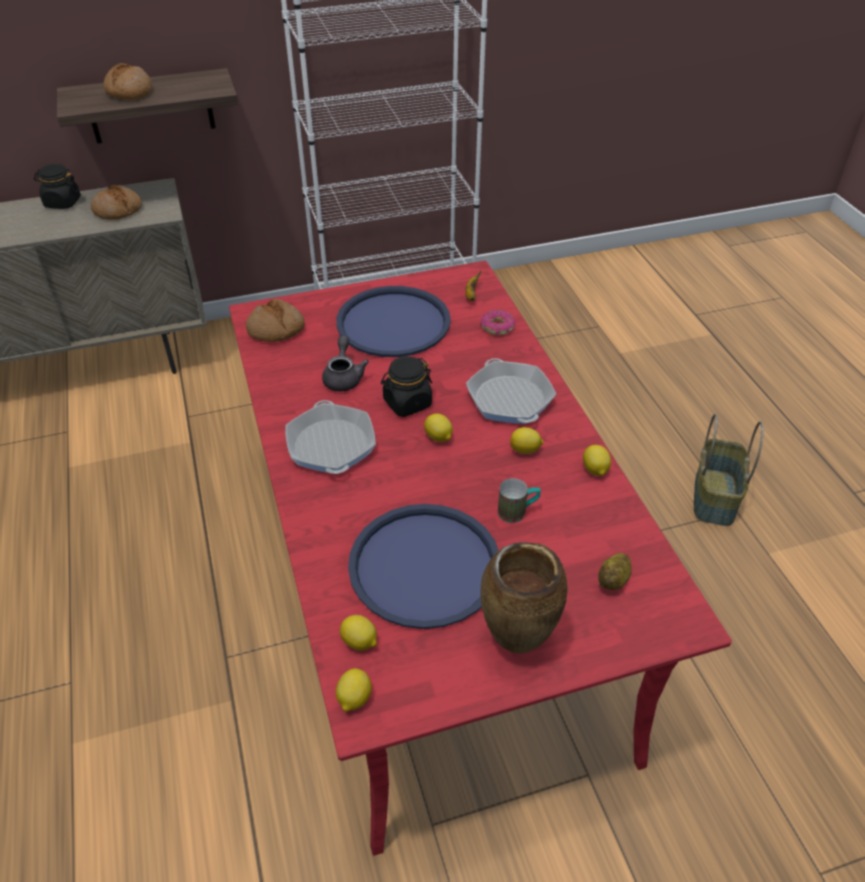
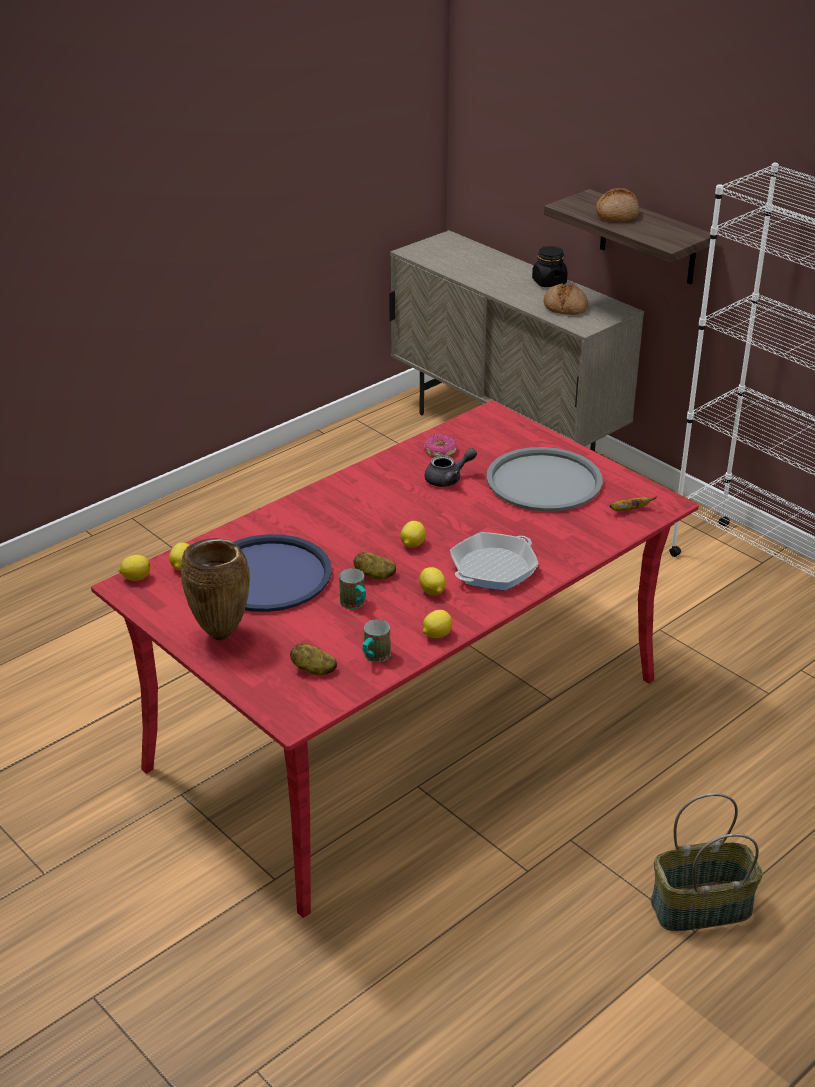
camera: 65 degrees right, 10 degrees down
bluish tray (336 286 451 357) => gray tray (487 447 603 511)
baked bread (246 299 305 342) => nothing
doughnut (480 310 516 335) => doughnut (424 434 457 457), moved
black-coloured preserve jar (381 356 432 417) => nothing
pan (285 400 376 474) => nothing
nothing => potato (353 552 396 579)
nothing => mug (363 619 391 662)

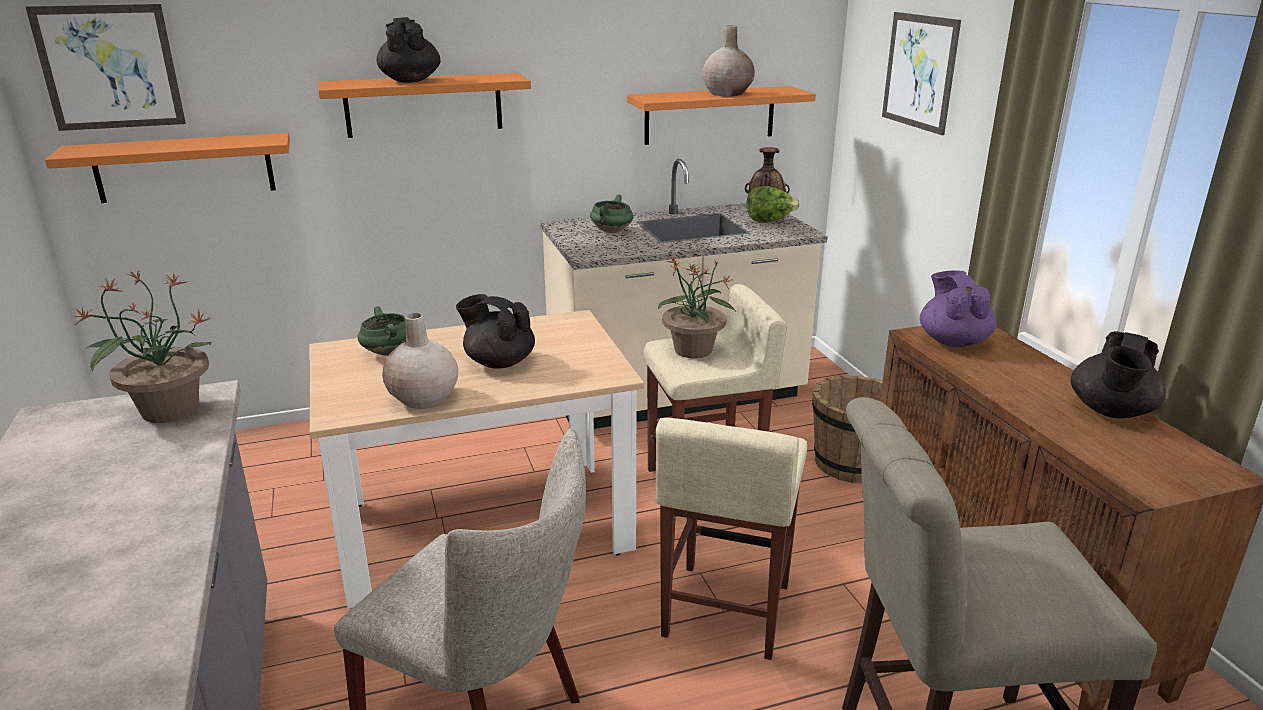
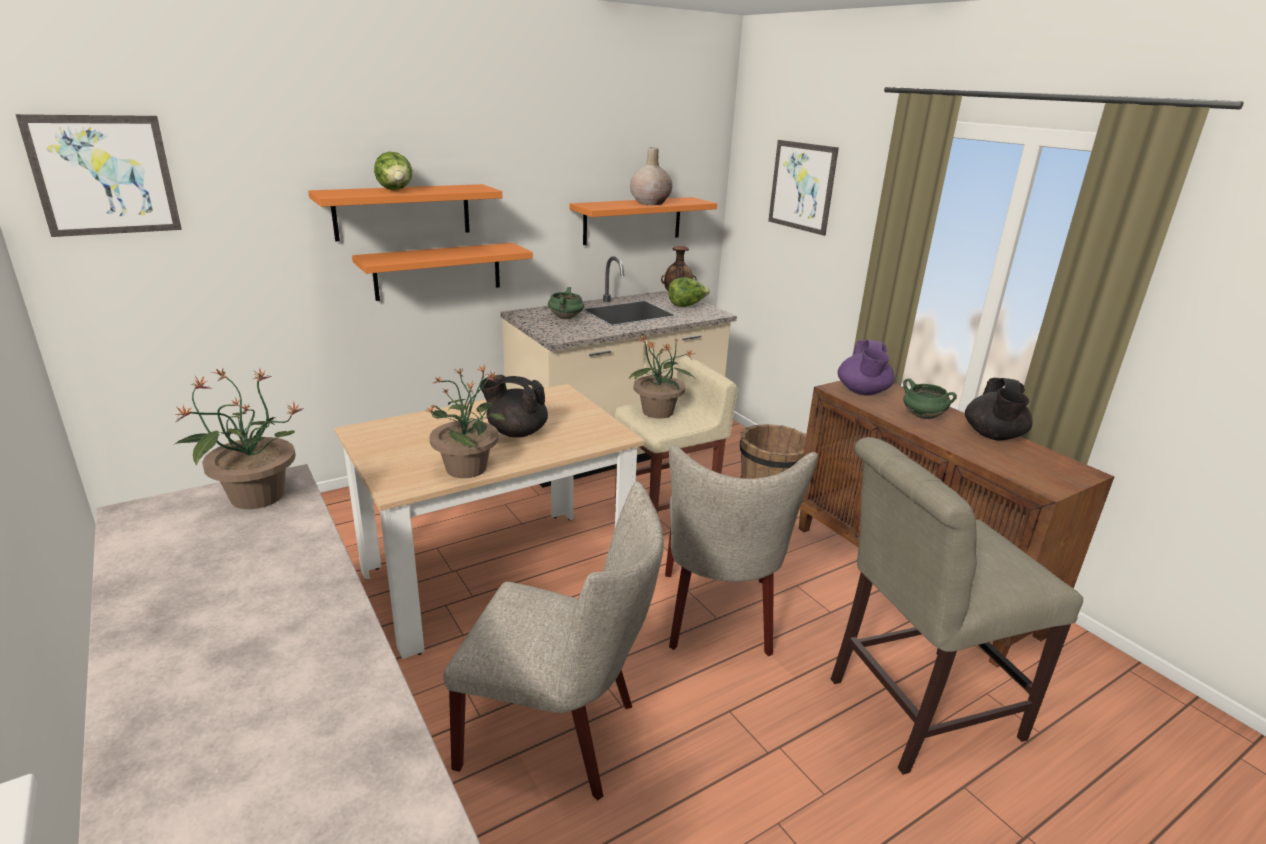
camera: 15 degrees left, 0 degrees up
black-coloured pot for tea (376 17 441 83) => lettuce head (374 152 412 190)
orange-coloured bracket shelf (45 133 290 203) => orange-coloured bracket shelf (352 243 533 301), moved
purple pot for tea (920 270 996 347) => purple pot for tea (838 340 895 396), 150 degrees counterclockwise
green saucepot (357 306 406 356) => green saucepot (903 378 957 419), moved
beige-coloured flower vase (382 313 458 409) => potted plant (425 365 507 478)
beige-coloured stool seat (655 418 807 660) => beige-coloured plain chair (665 445 818 656)

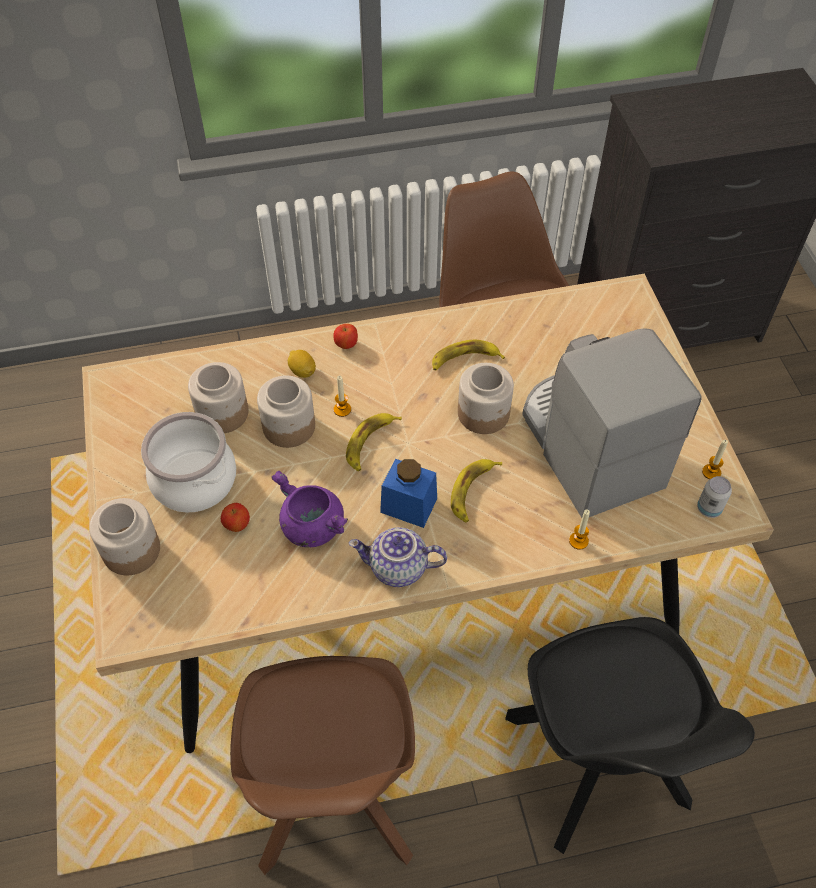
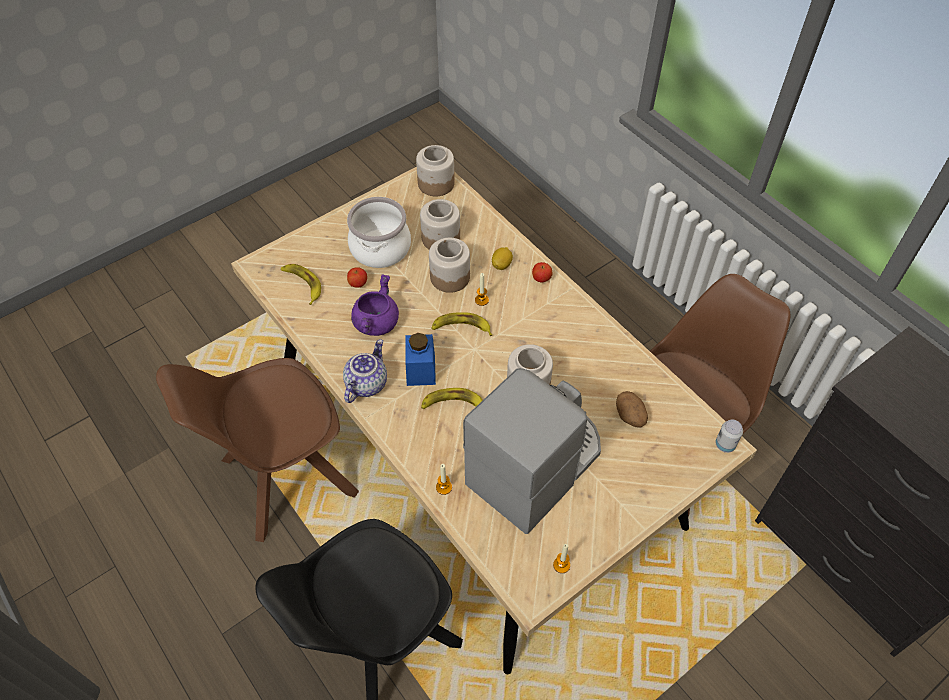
camera: 65 degrees right, 0 degrees up
banana fruit (432 340 505 370) => banana fruit (281 264 321 305), moved
sealed can (697 476 732 518) => sealed can (715 420 743 453), moved
preserve jar (89 498 160 575) => preserve jar (416 145 455 196), moved
pot for tea (349 527 447 587) => pot for tea (343 339 387 403), 45 degrees clockwise
nothing => potato (616 391 648 427)

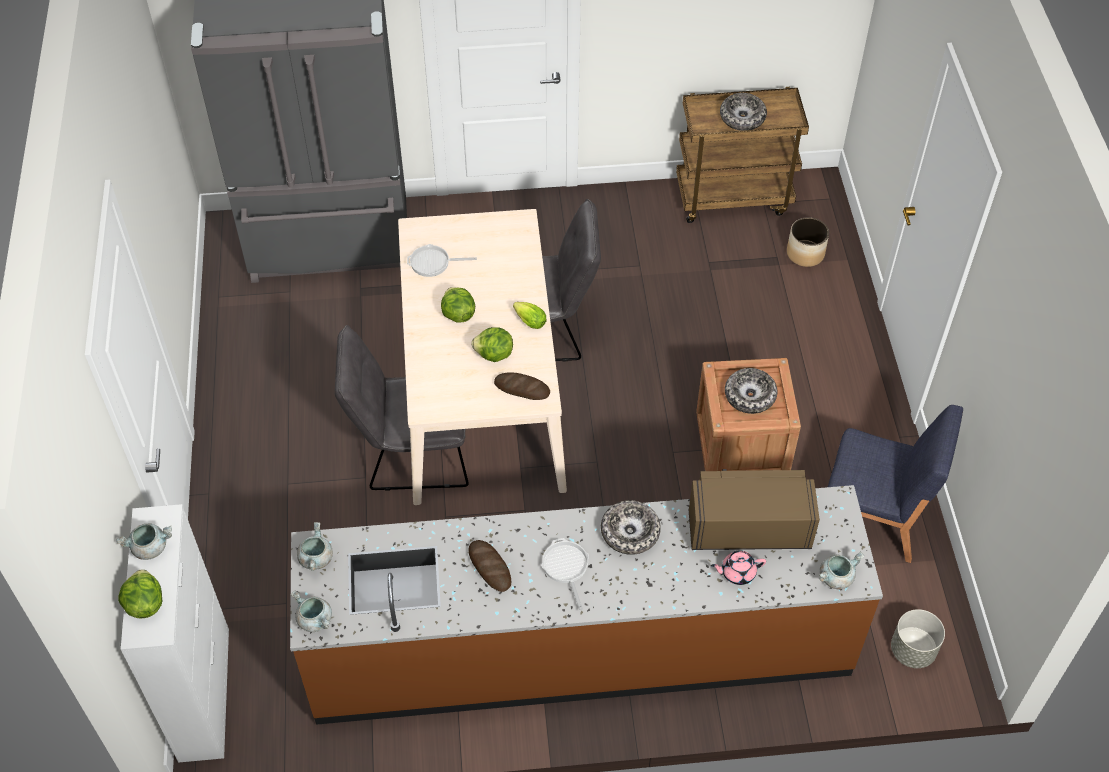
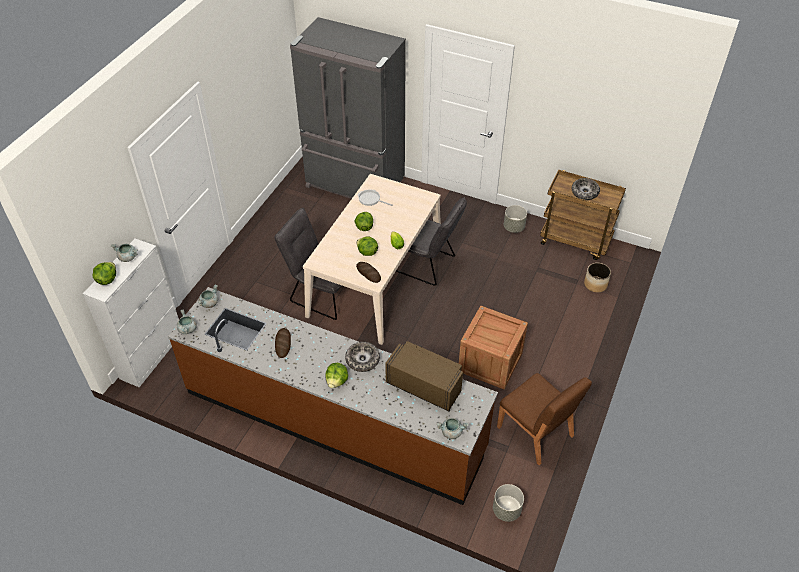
camera: 30 degrees right, 5 degrees down
deep dish (725 368 777 414) => nothing
bluish plain chair (828 405 963 563) => brown-coloured plain chair (497 373 592 465)
pan (541 538 589 610) => nothing
pinkish pot for tea (711 550 766 585) => nothing
nothing => gray plant pot (504 205 527 233)
nothing => lettuce head (325 363 348 388)

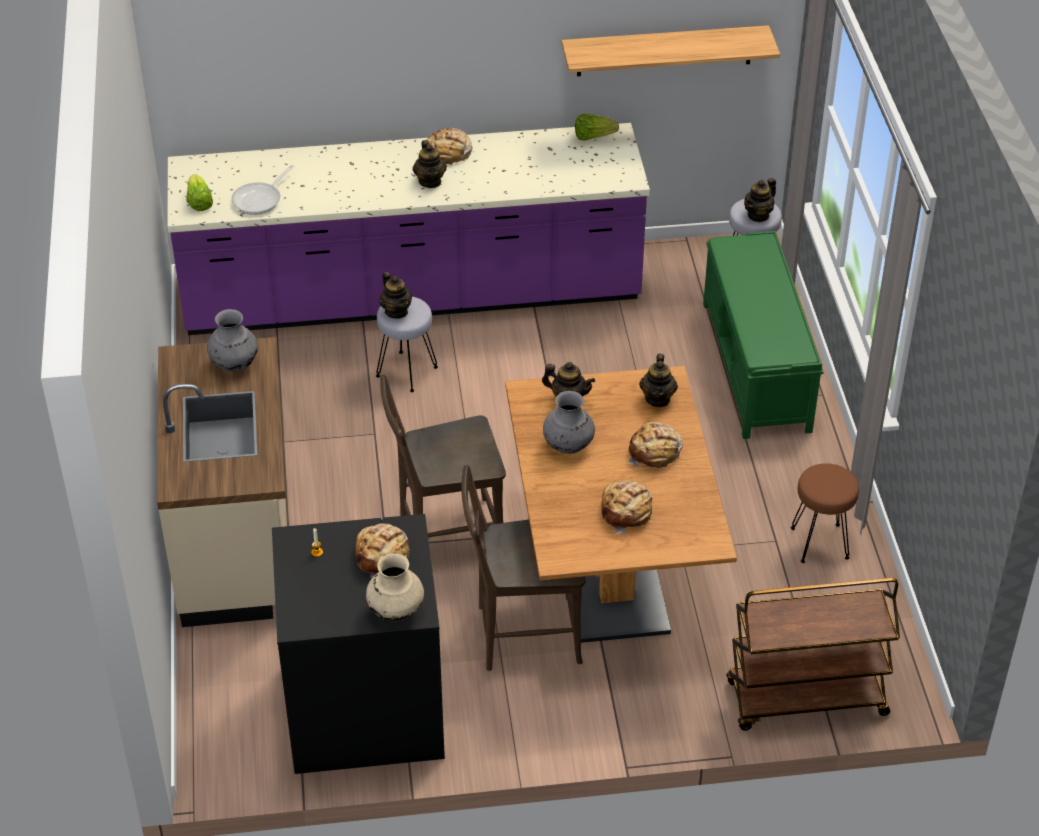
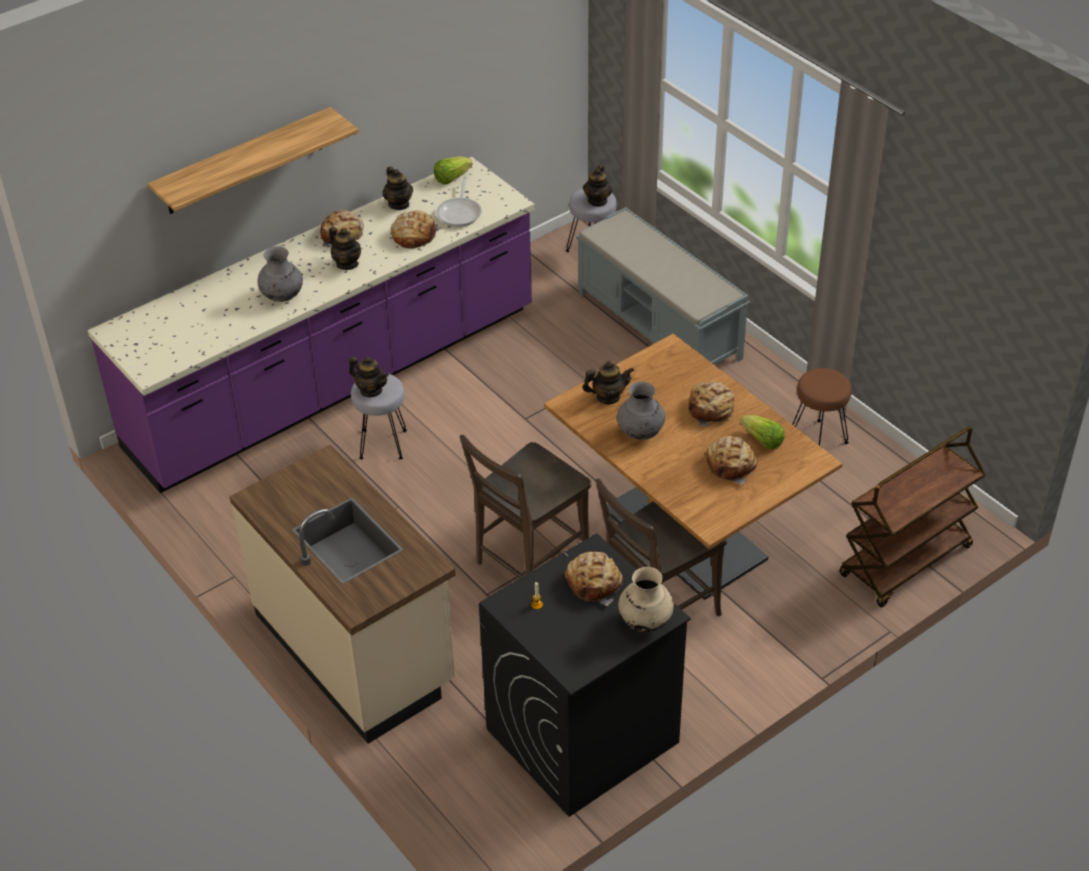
camera: 30 degrees left, 0 degrees up
bracket shelf (562 25 780 76) => bracket shelf (148 107 359 214), moved
pan (231 164 295 215) => pan (436 176 481 227), moved
lettuce head (186 174 213 211) => lettuce head (740 415 785 450), moved
green bench (703 231 823 439) => gray bench (576 207 750 365)
gray flower vase (207 309 258 371) => gray flower vase (257 246 303 302), moved
pot for tea (639 354 678 407) => pot for tea (383 166 413 210), moved
nothing => baked bread (391 210 442 249)

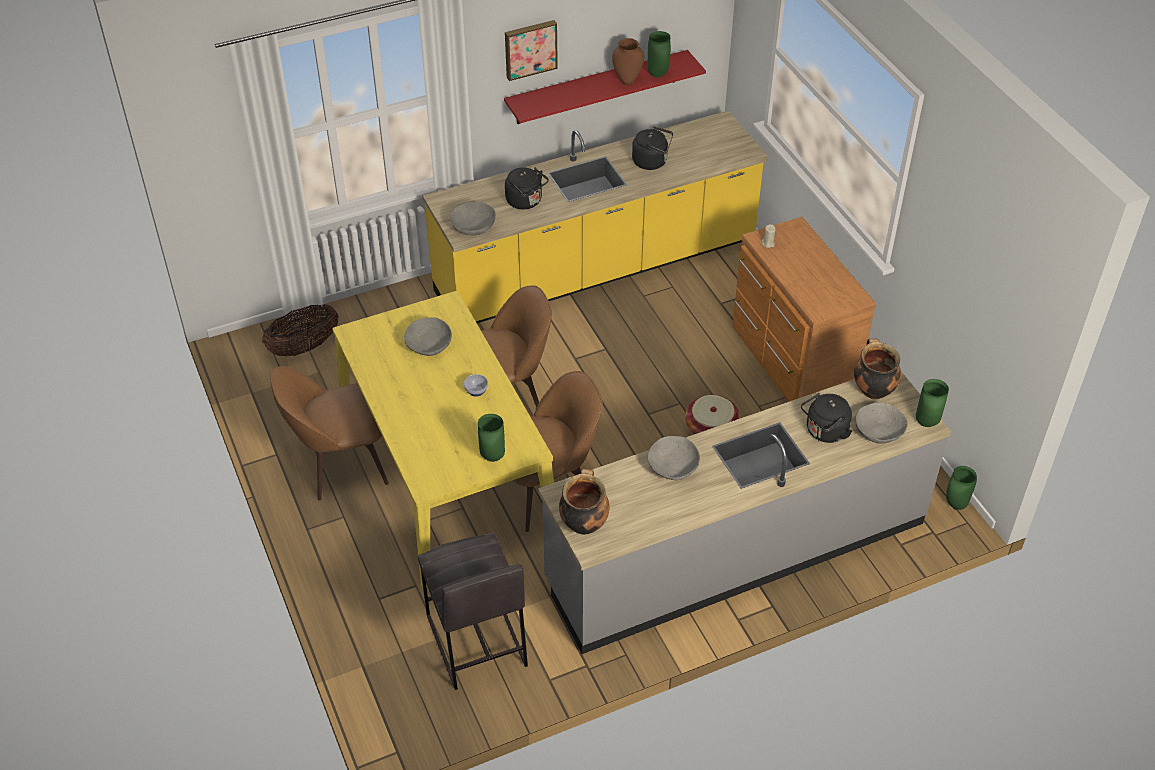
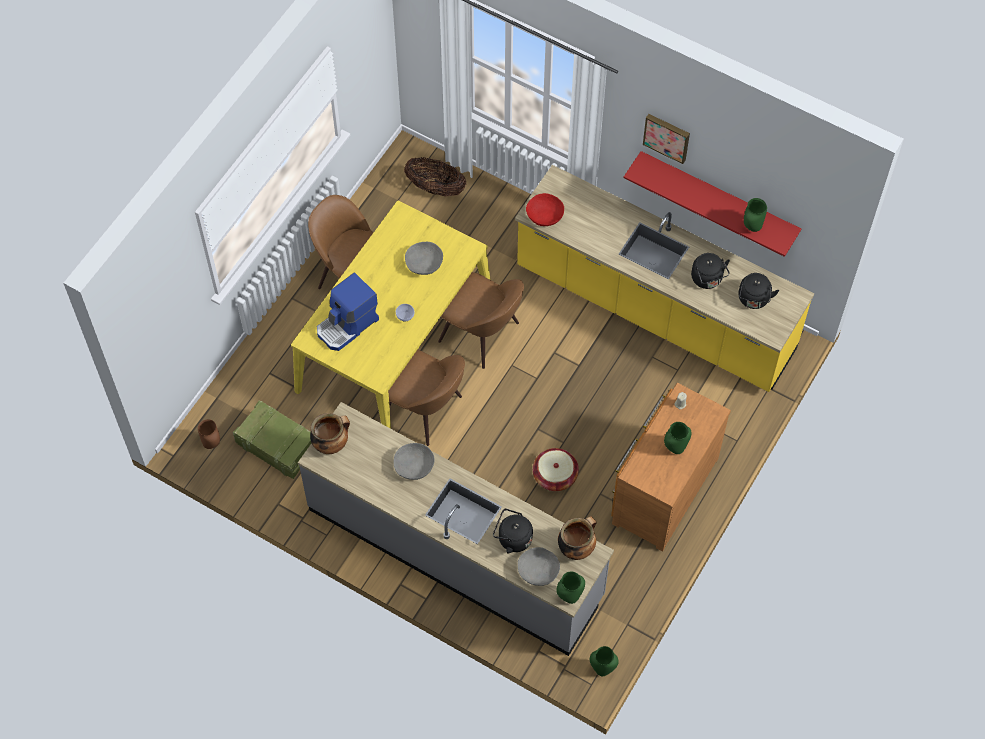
camera: 55 degrees right, 15 degrees up
brown-coloured flower vase (612 38 644 86) => brown-coloured flower vase (198 419 220 449), moved
black-coloured tea kettle (505 167 549 209) => black-coloured tea kettle (738 273 779 309), moved
gray deep dish (450 202 496 236) => reddish deep dish (526 193 564 226)
green flower vase (478 414 505 462) => green flower vase (664 422 692 454), moved
gray stool seat (418 533 528 690) => packing crate (233 400 311 479)
nothing => coffee brewer (317 272 379 351)

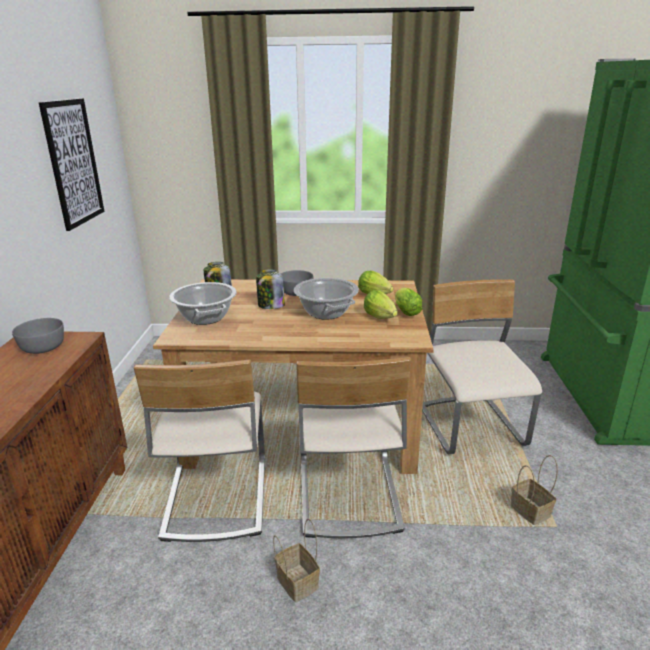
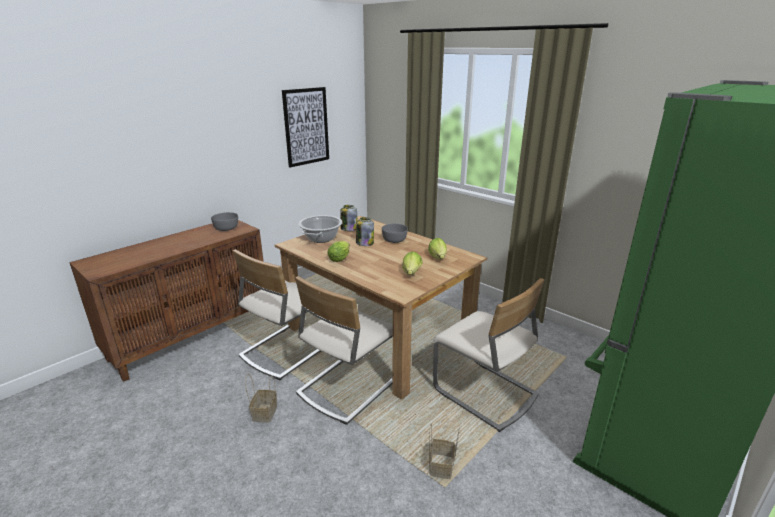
camera: 40 degrees right, 0 degrees up
saucepot (294 278 359 320) => nothing
beige-coloured plain chair (422 279 542 454) => beige-coloured plain chair (433 278 544 432), 105 degrees clockwise
lettuce head (395 287 422 316) => lettuce head (328 241 350 262), moved

